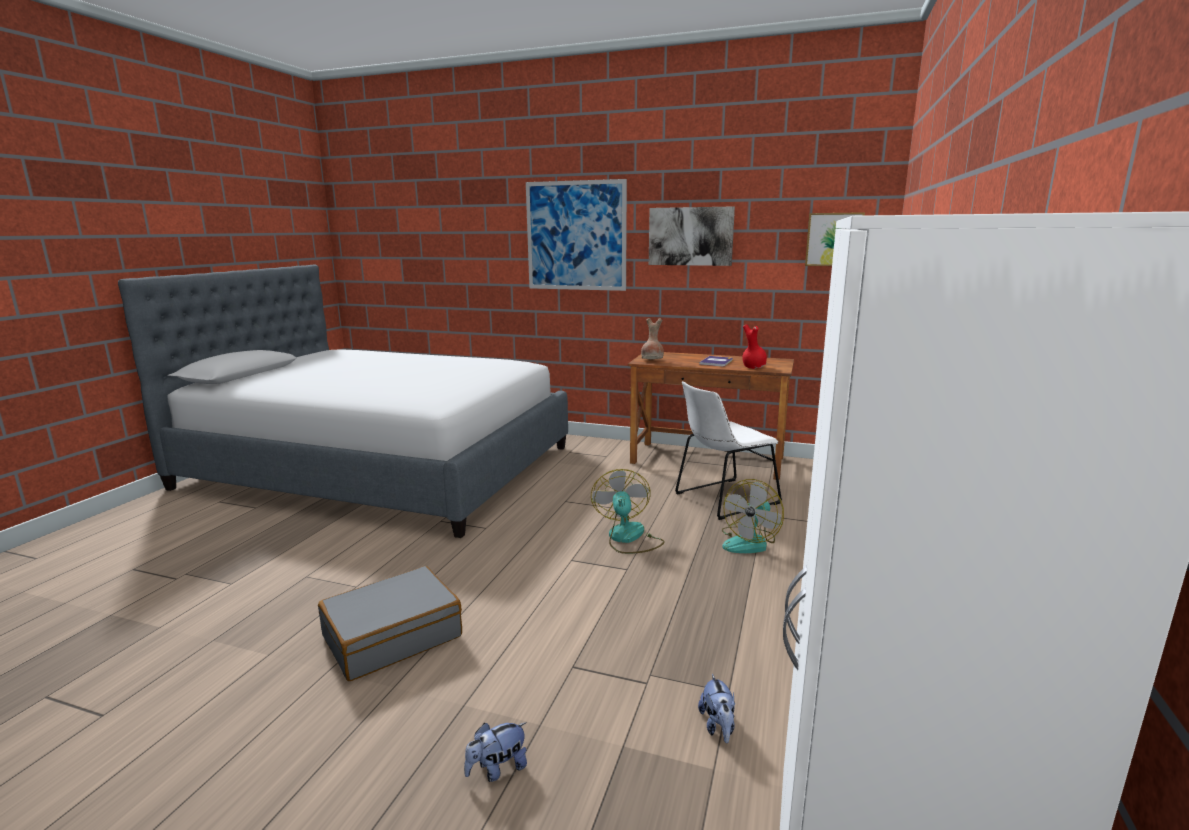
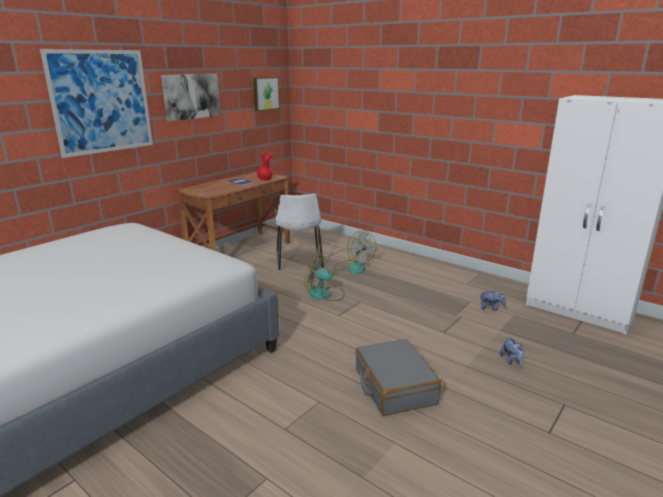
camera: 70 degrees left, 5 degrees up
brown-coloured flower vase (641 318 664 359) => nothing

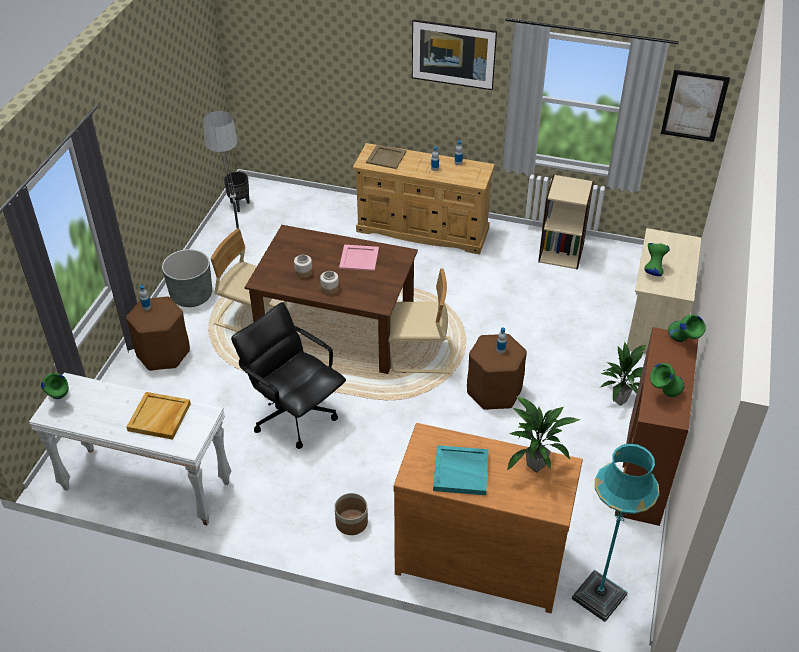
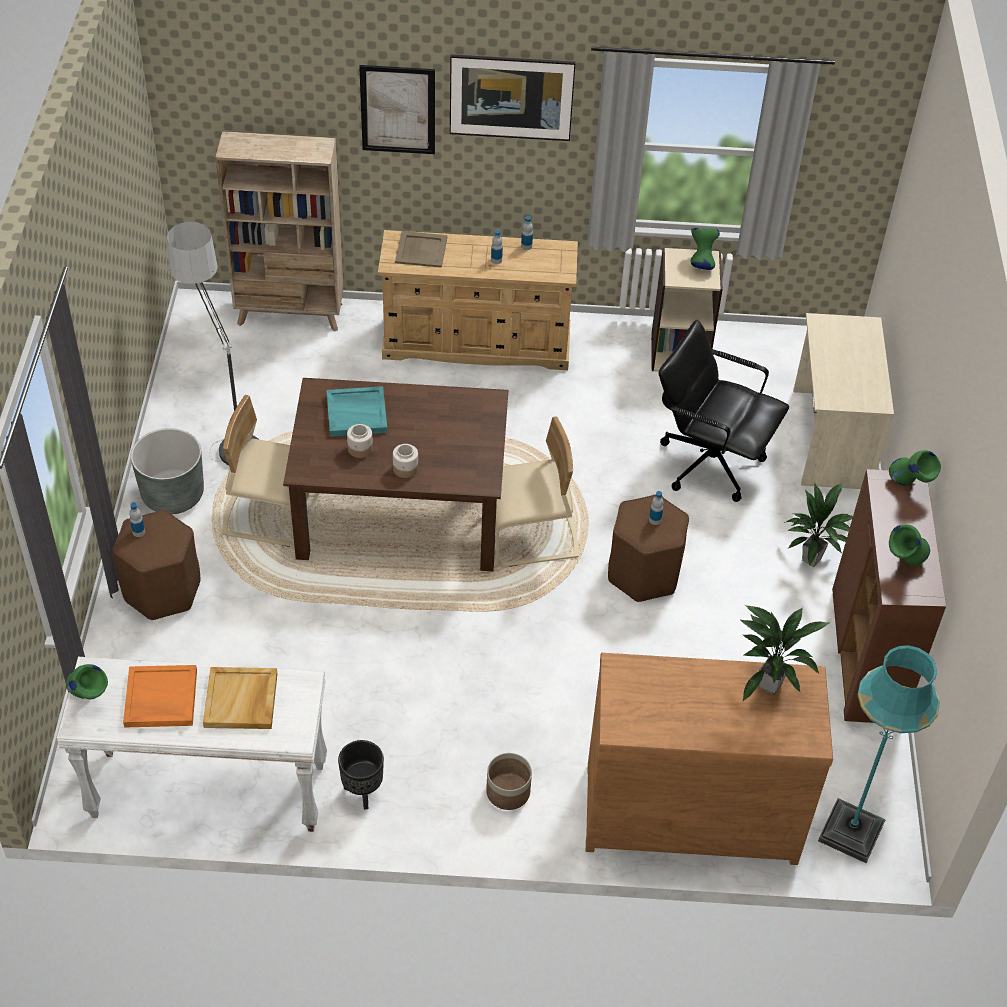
camera: 15 degrees left, 5 degrees up
wall picture (661 70 730 142) => wall picture (359 65 435 154), moved
black-coloured plant pot (224 171 250 212) => black-coloured plant pot (338 740 384 810), moved
green flower vase (644 243 670 276) => green flower vase (691 227 720 270), moved
pinkish tray (339 244 379 271) => nothing
black-coloured office chair (231 302 346 449) => black-coloured office chair (659 320 789 502), moved
turquoise tray (433 445 489 495) => turquoise tray (326 386 388 437), moved
nothing => beige-coloured bookcase (215 131 344 332)
nothing => orange-coloured tray (123 665 197 728)

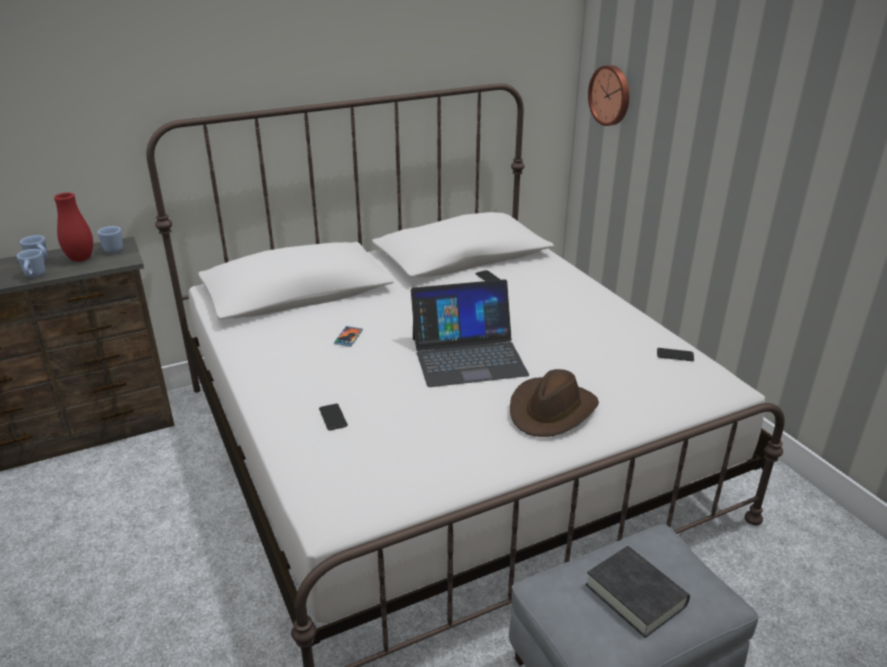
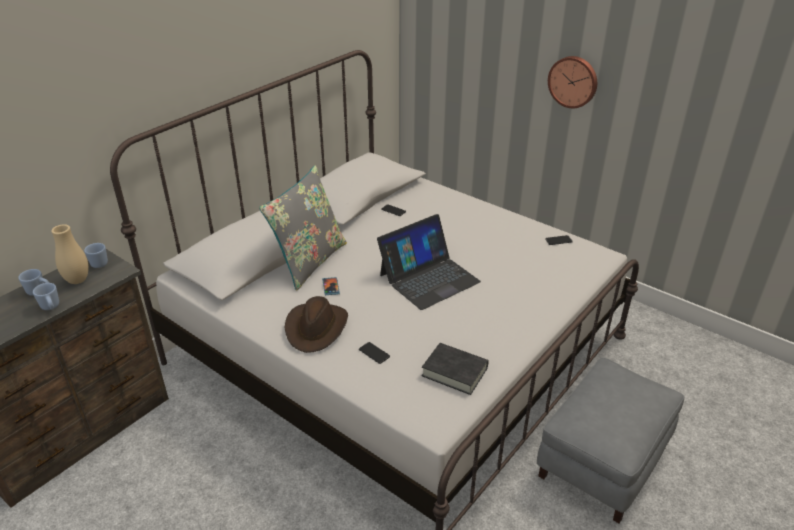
camera: 25 degrees left, 5 degrees up
hanging clock (588 65 629 126) => hanging clock (548 56 597 108), moved
reddish flower vase (54 193 93 262) => beige-coloured flower vase (51 224 89 284)
brown-coloured clothing hat (510 369 599 437) => brown-coloured clothing hat (284 296 348 353), moved
black-coloured volume (585 546 690 638) => black-coloured volume (422 343 489 395), moved
nothing => gray pillow (259 165 347 291)

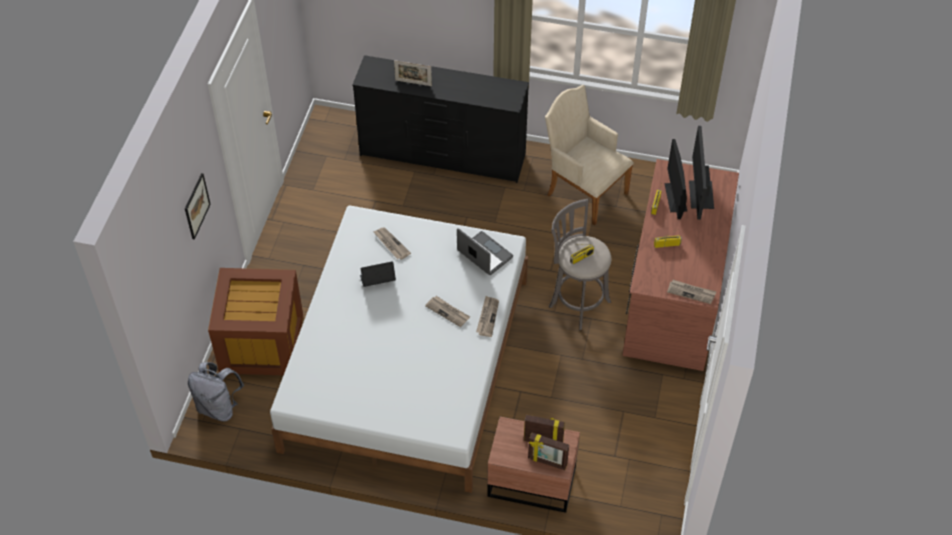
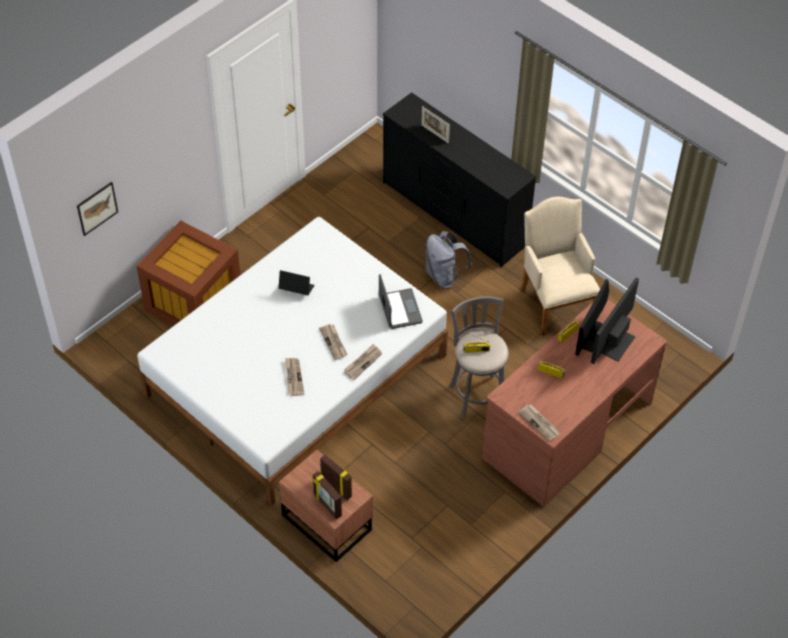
camera: 30 degrees right, 0 degrees up
wall picture (185 173 211 240) => wall picture (77 182 118 236), moved
newspaper (373 227 411 260) => newspaper (285 358 304 396), moved
gray rucksack (188 362 244 422) => gray rucksack (425 231 472 289), moved

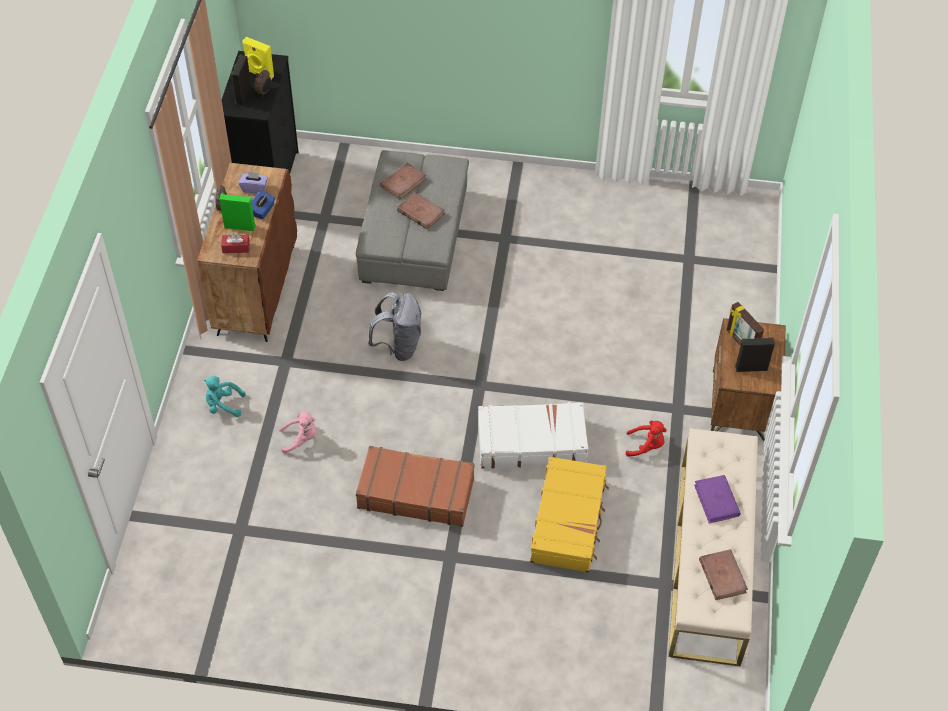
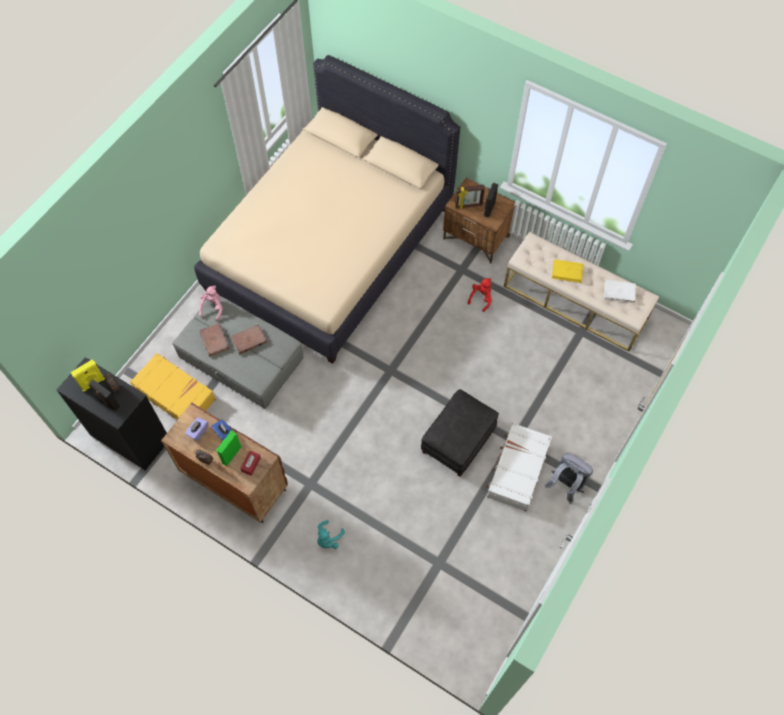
camera: 65 degrees left, 10 degrees up
gray rucksack (368 292 422 361) => gray rucksack (545 453 593 504), moved
white-coloured piece of luggage (478 402 589 468) => white-coloured piece of luggage (486 423 552 512), moved
pinkish soft toy (279 412 317 453) => pinkish soft toy (199 286 223 321), moved
brown-coloured piece of luggage (356 446 475 527) => black-coloured pouffe (421 389 499 477)
yellow piece of luggage (530 456 609 573) => yellow piece of luggage (130 353 216 420), moved
purple volume (694 475 741 523) => yellow volume (552 259 584 283)
brown-coloured volume (699 549 748 600) => white-coloured volume (604 280 636 303)
nothing => beige-coloured bed (194 55 460 364)

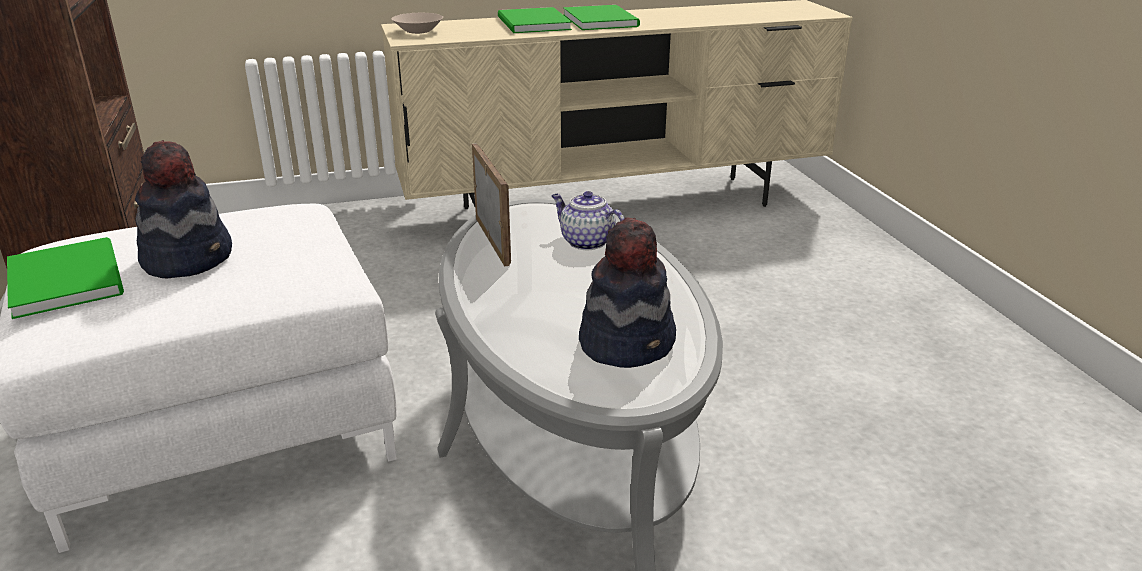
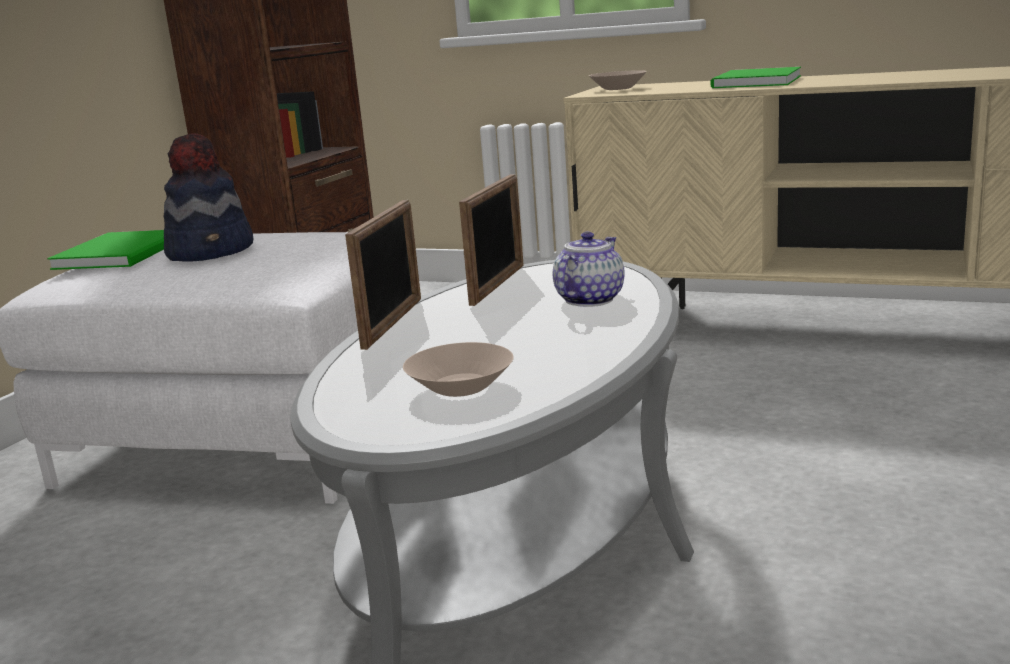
camera: 40 degrees right, 10 degrees down
green volume (563 5 640 30) => nothing
pot for tea (551 191 625 250) => pot for tea (553 232 624 307), 45 degrees clockwise
clothing hat (579 218 676 368) => beige-coloured deep dish (403 342 514 397)
nothing => photo frame (345 200 421 350)

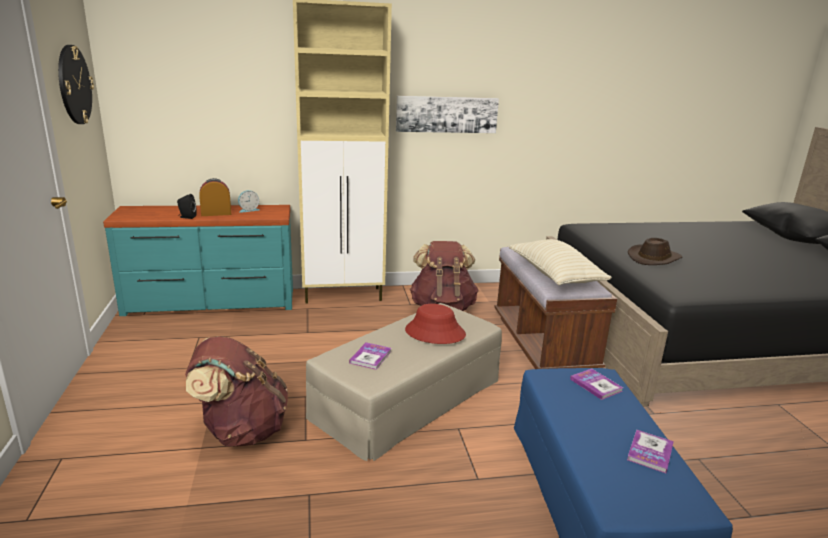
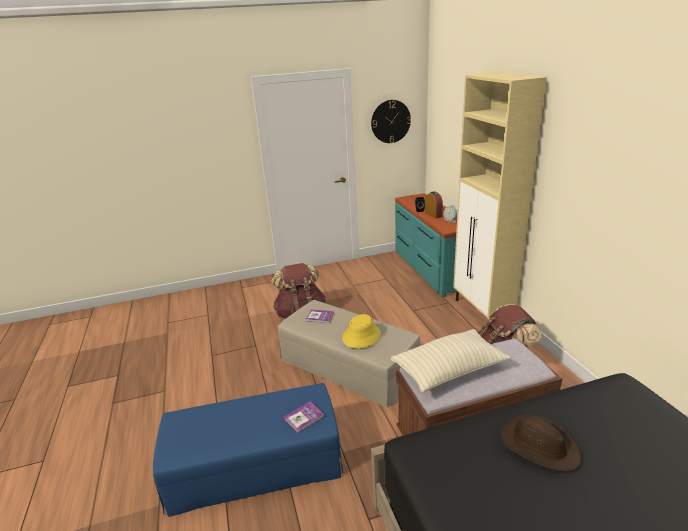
camera: 85 degrees right, 5 degrees up
wall picture (396 96 499 133) => nothing
reddish clothing hat (405 304 466 344) => yellow clothing hat (342 314 381 348)
volume (627 430 674 473) => nothing

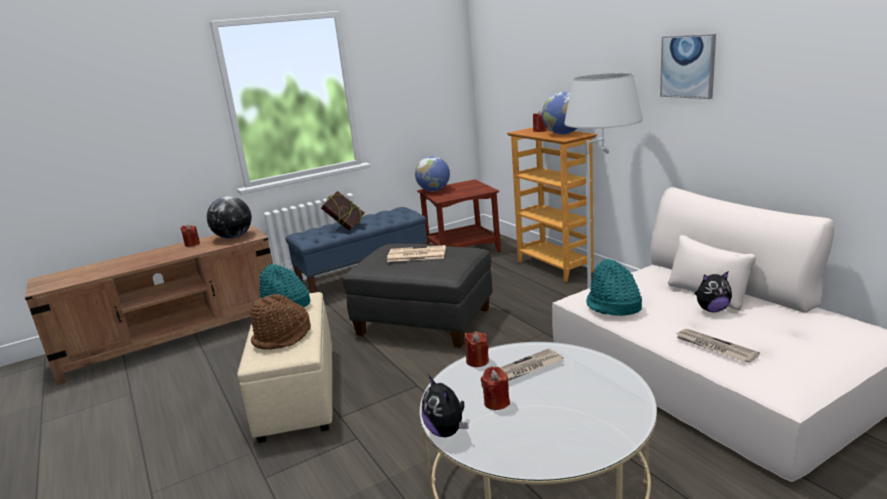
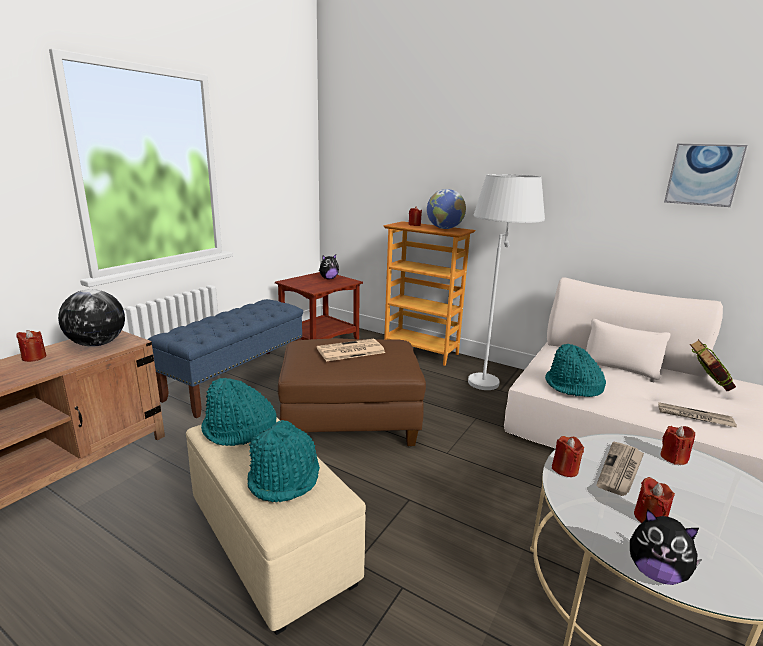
camera: 30 degrees left, 0 degrees up
wall picture (660 34 716 99) => wall picture (664 144 747 207), moved
desk globe (415 156 450 192) => nothing
volume (321 191 365 231) => volume (690 339 736 391), moved
gray pouffe (343 244 493 348) => brown-coloured pouffe (278 338 426 446)
soft toy (695 272 732 312) => soft toy (319 254 339 279), moved
brown-coloured clothing hat (250 294 311 350) => turquoise clothing hat (247 420 320 502)
nothing => reddish wax candle (660 426 695 465)

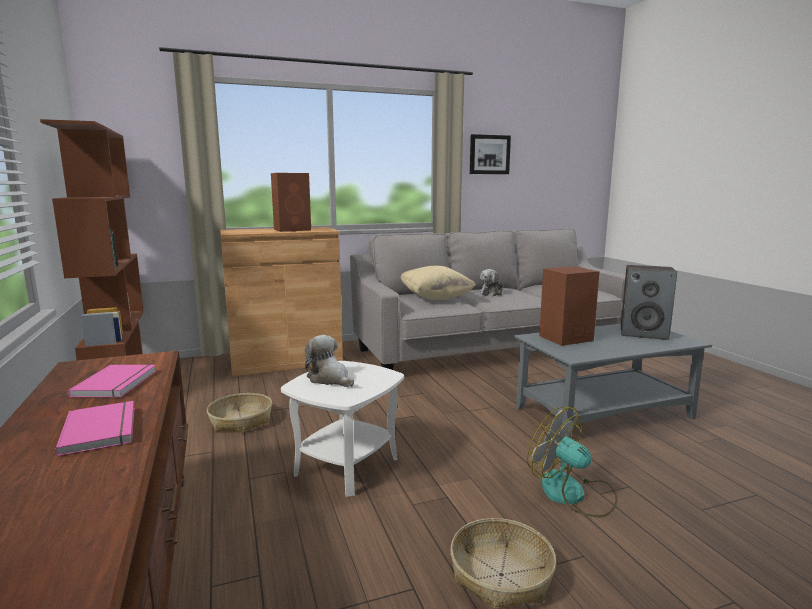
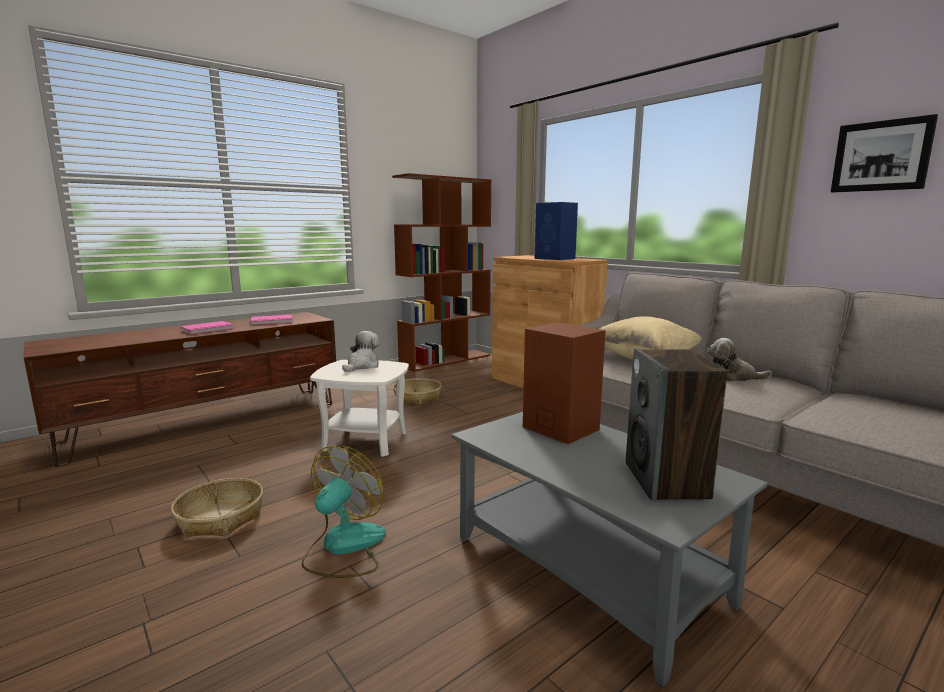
camera: 70 degrees right, 0 degrees up
brown-coloured audio speaker (271 173 311 232) => bluish audio speaker (535 202 578 260)

